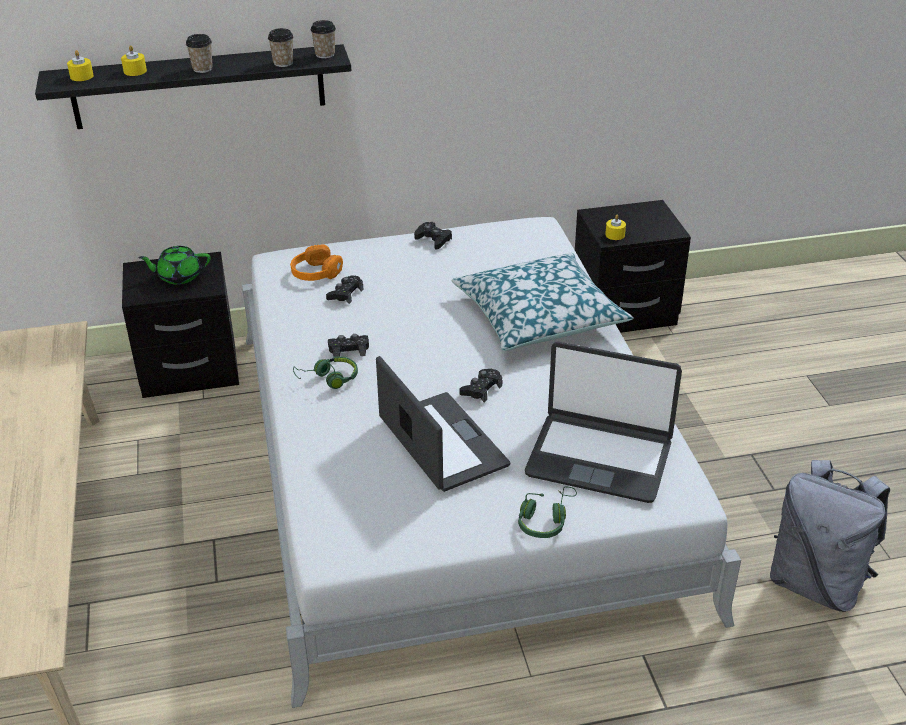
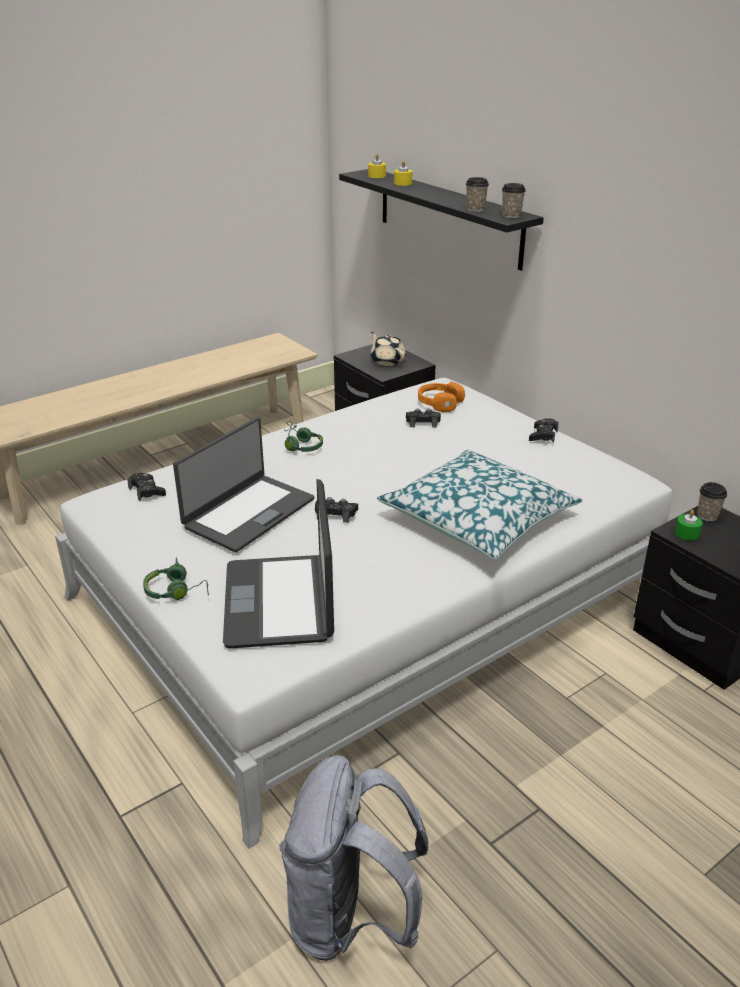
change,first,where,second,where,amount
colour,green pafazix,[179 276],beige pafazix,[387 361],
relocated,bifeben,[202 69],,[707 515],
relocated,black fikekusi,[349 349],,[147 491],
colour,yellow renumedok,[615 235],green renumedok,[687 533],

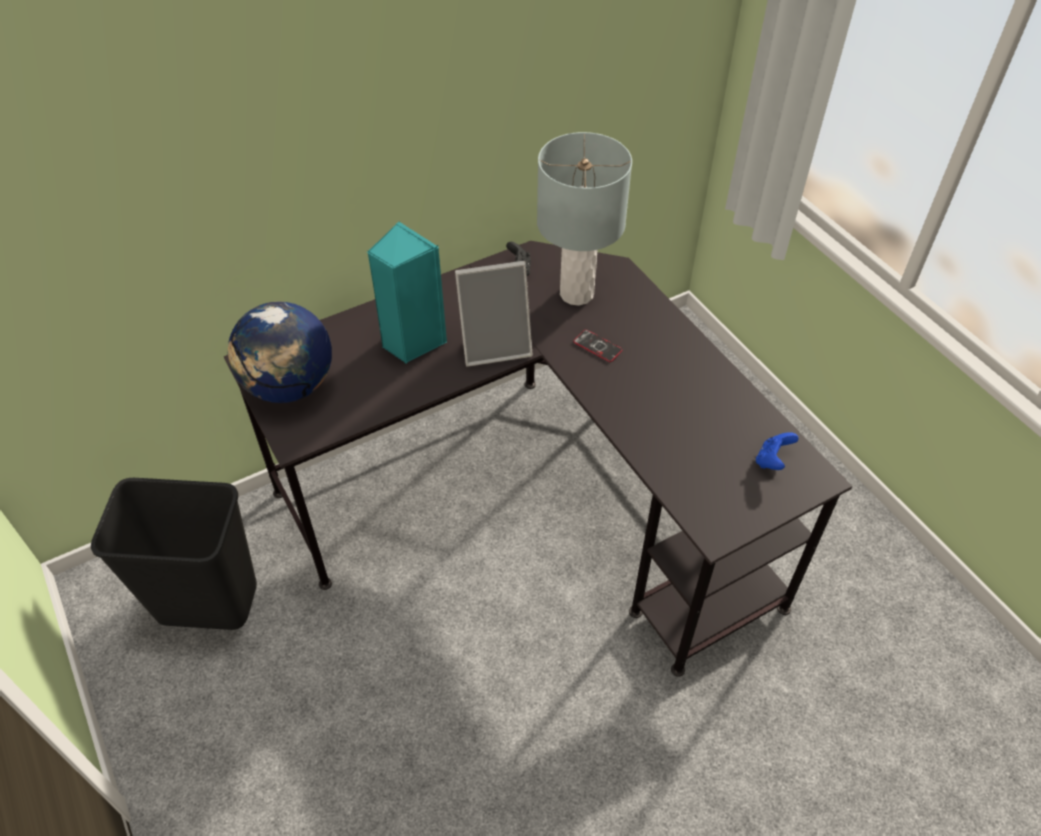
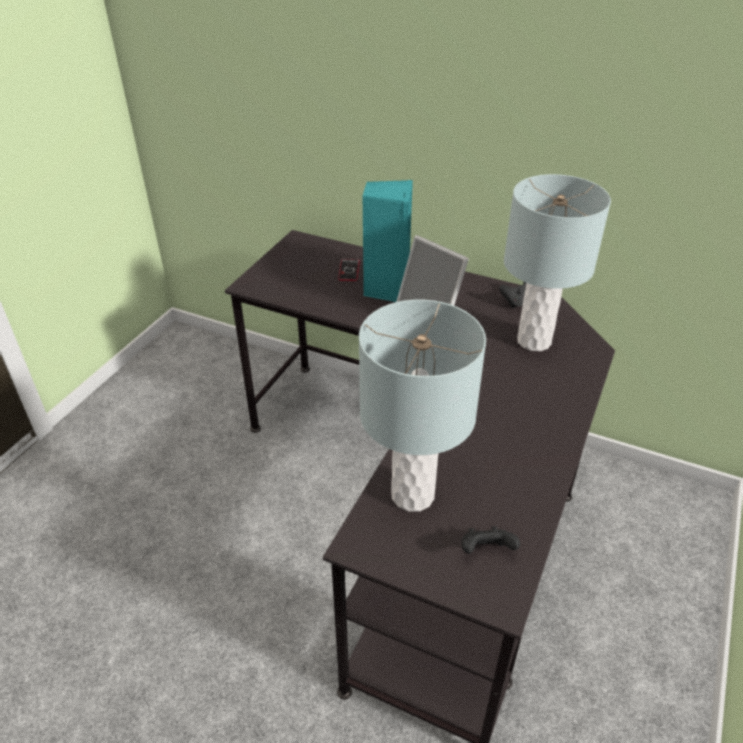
change,first,where,second,where,amount
missing,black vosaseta,[207 603],,,
missing,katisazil,[289 386],,,
relocated,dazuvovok,[597 346],,[349 270],
colour,blue fikekusi,[772 460],black fikekusi,[486 551],
appeared,,,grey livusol,[412 495],

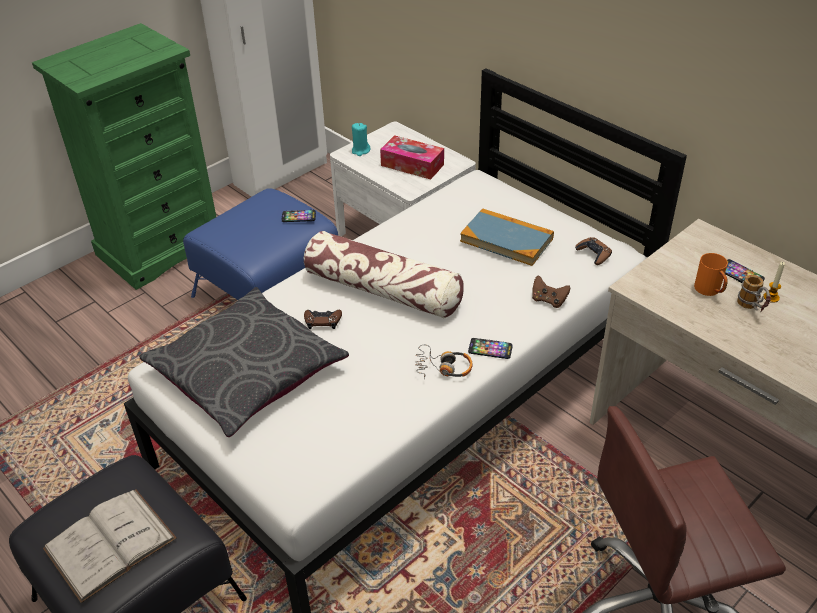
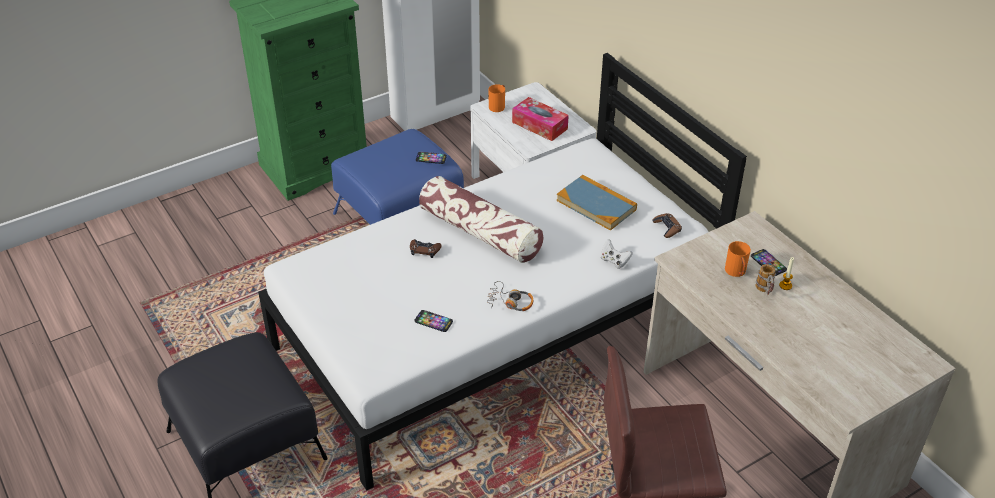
change,first,where,second,where,amount
missing,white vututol,[110 543],,,
missing,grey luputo,[247 372],,,
exchanged,turquoise renumedok,[360 151],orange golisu,[498 106],
relocated,dazuvovok,[490 349],,[433 321],
colour,brown fikekusi,[548 300],white fikekusi,[614 261],

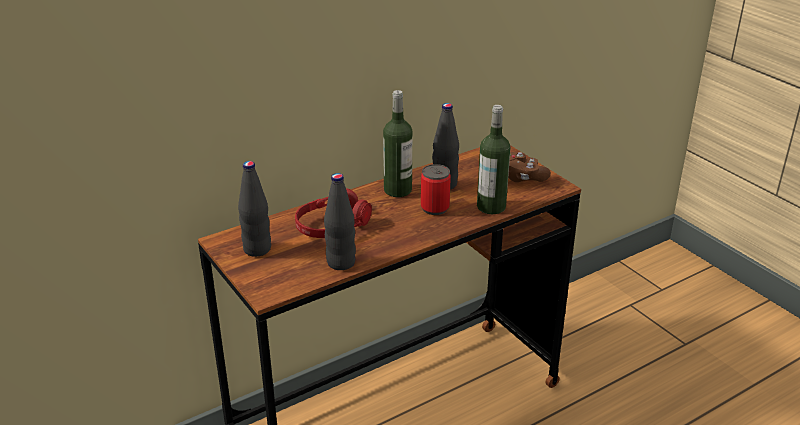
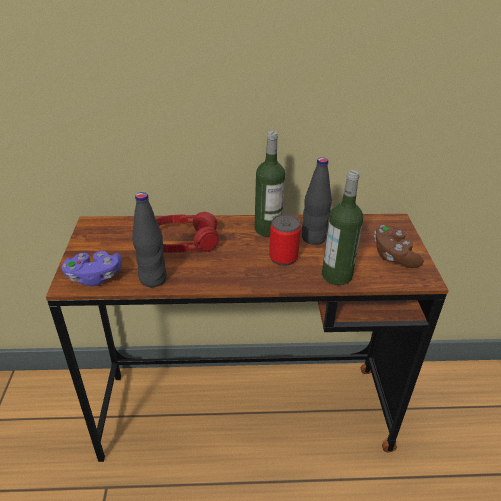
change,first,where,second,where,amount
missing,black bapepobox,[257 249],,,
appeared,,,purple fikekusi,[94 277],

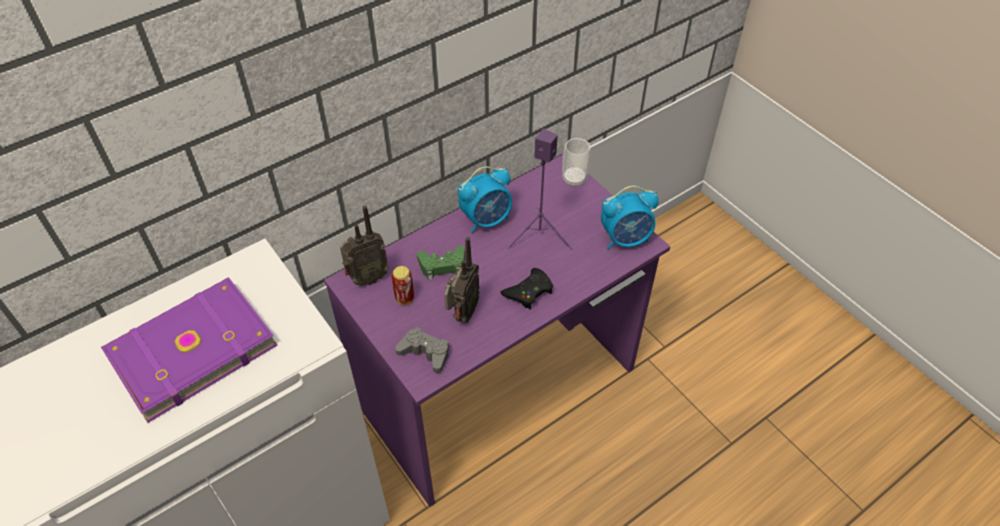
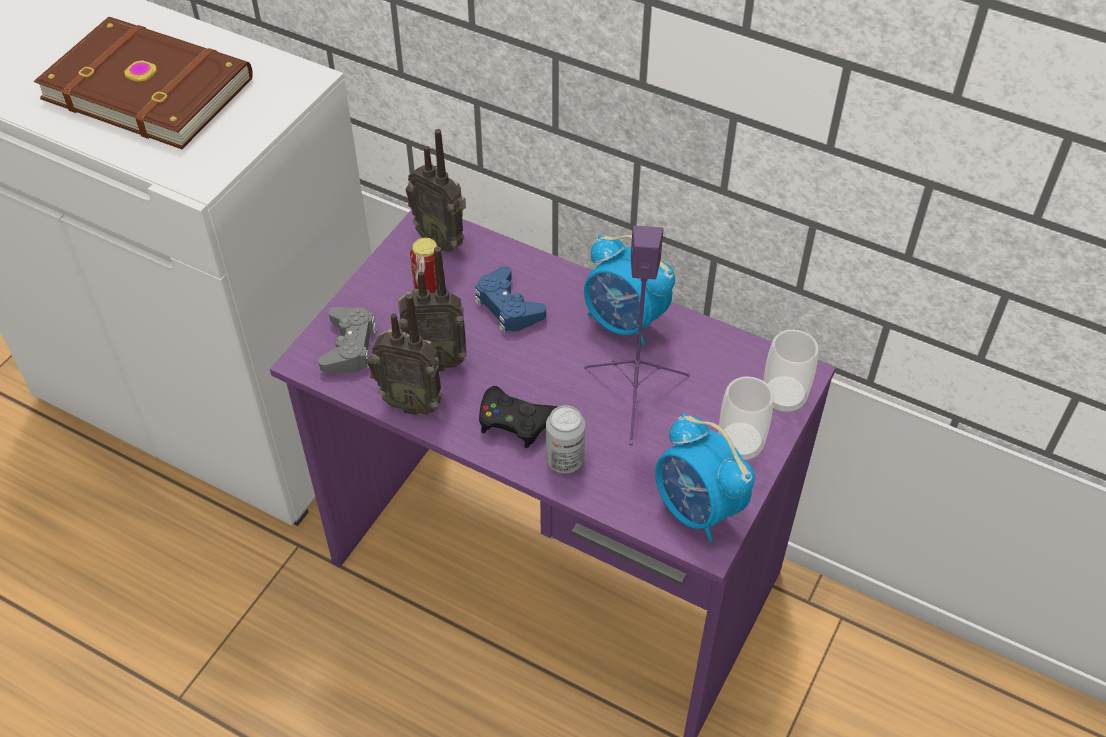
change,first,where,second,where,amount
colour,purple vututol,[190 349],brown vututol,[149 86],
colour,green fikekusi,[442 266],blue fikekusi,[508 307],
appeared,,,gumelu,[411 402],
appeared,,,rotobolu,[565 460],
appeared,,,bifeben,[740 445],

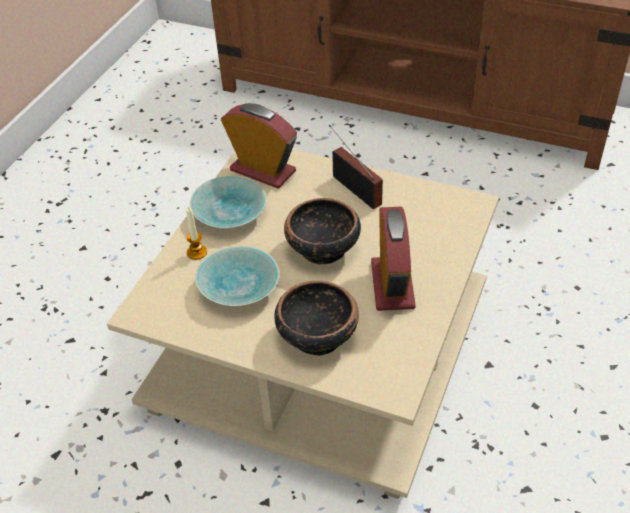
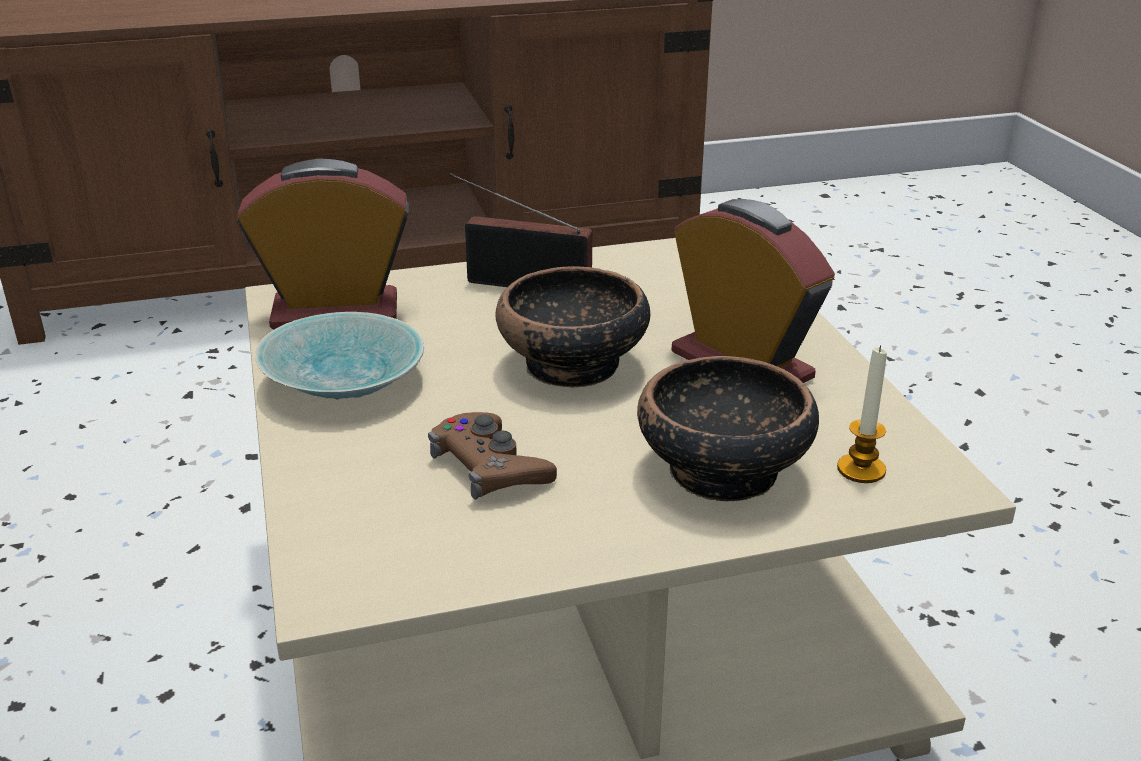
change,first,where,second,where,amount
relocated,renumedok,[197 252],,[861 469],
exchanged,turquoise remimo,[237 286],brown fikekusi,[490 467],

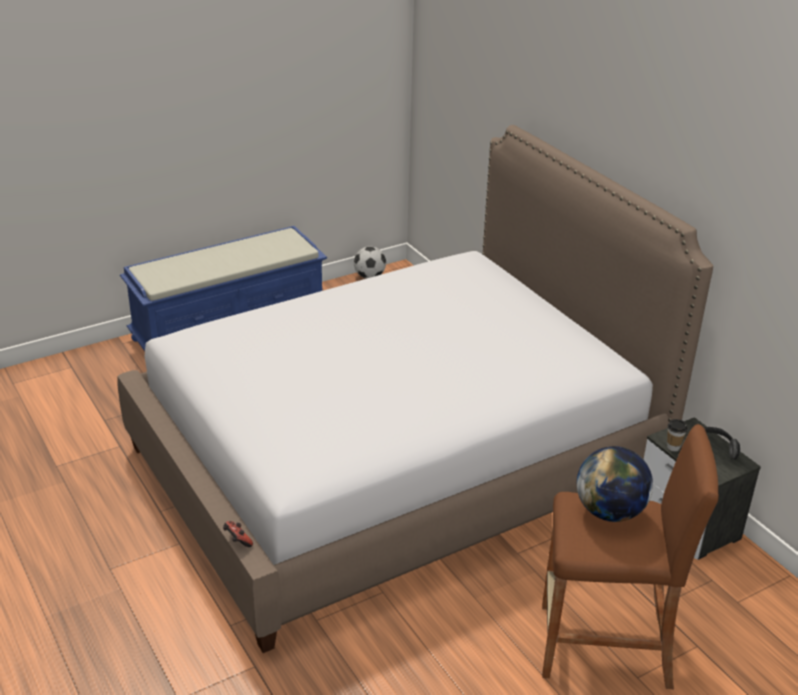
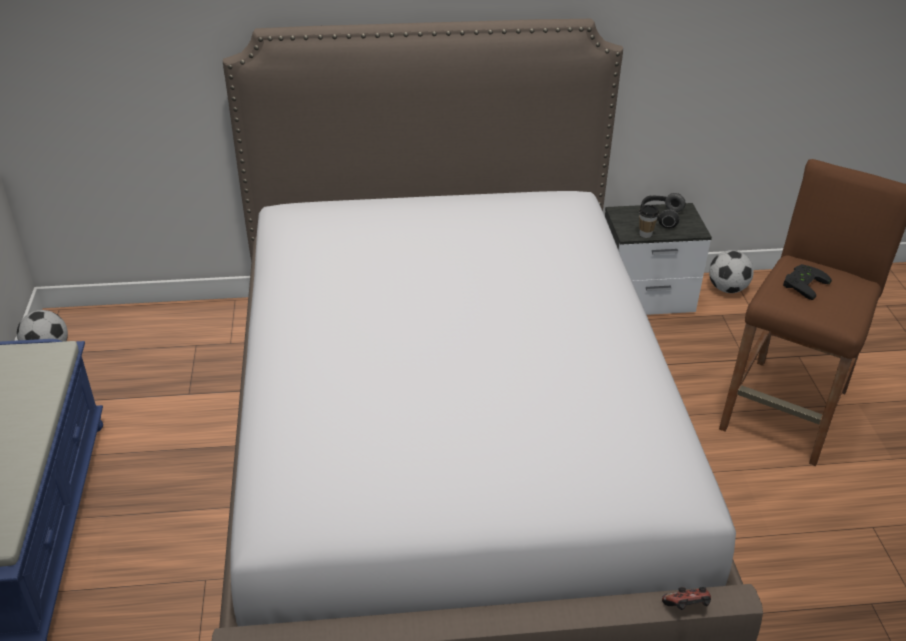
change,first,where,second,where,amount
exchanged,katisazil,[610 512],black fikekusi,[802 283],
appeared,,,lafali,[727 289],

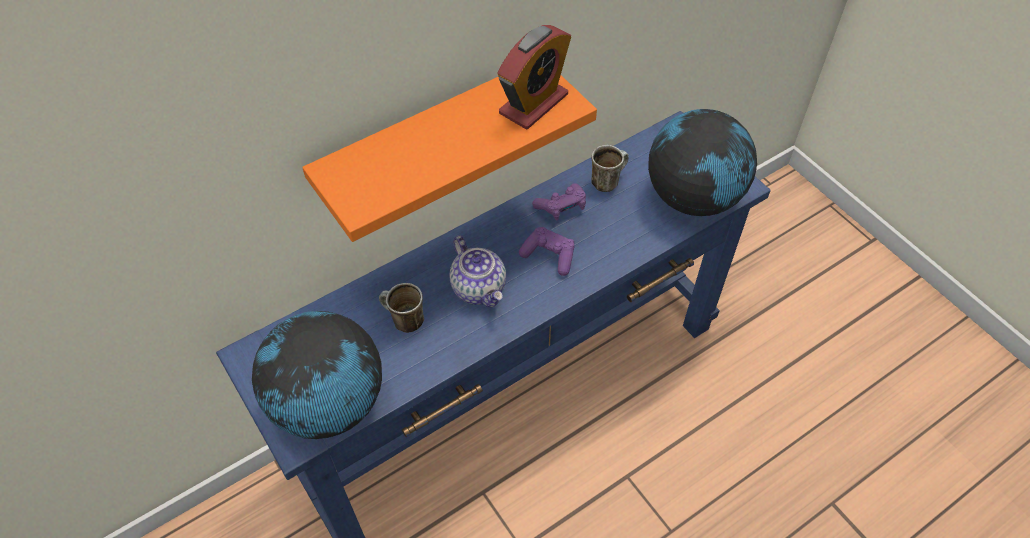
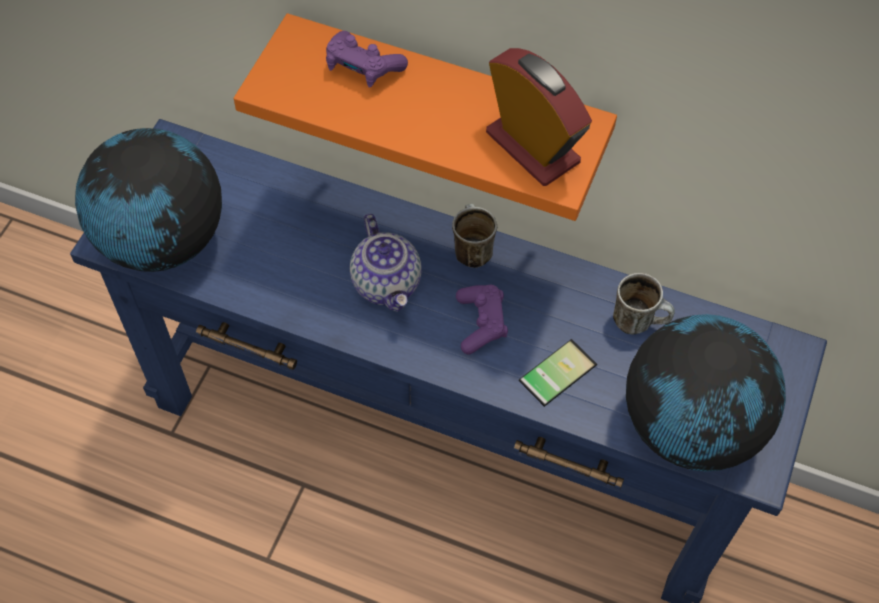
change,first,where,second,where,amount
relocated,golisu,[403 321],,[470 249],
spun,pafazix,[479 288],,[387 283],45 degrees counterclockwise
spun,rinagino,[533 104],,[532 147],135 degrees counterclockwise
relocated,purple fikekusi,[561 207],,[362 68],
appeared,,,dazuvovok,[555 370],

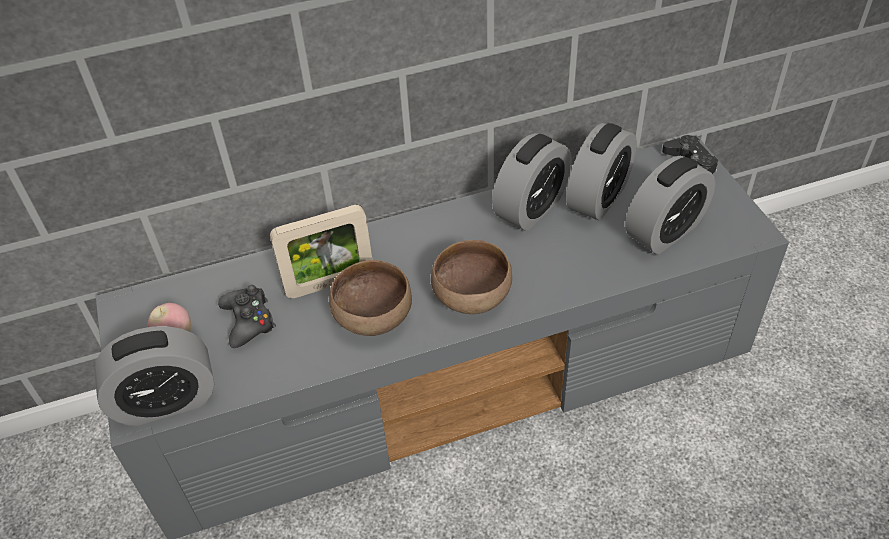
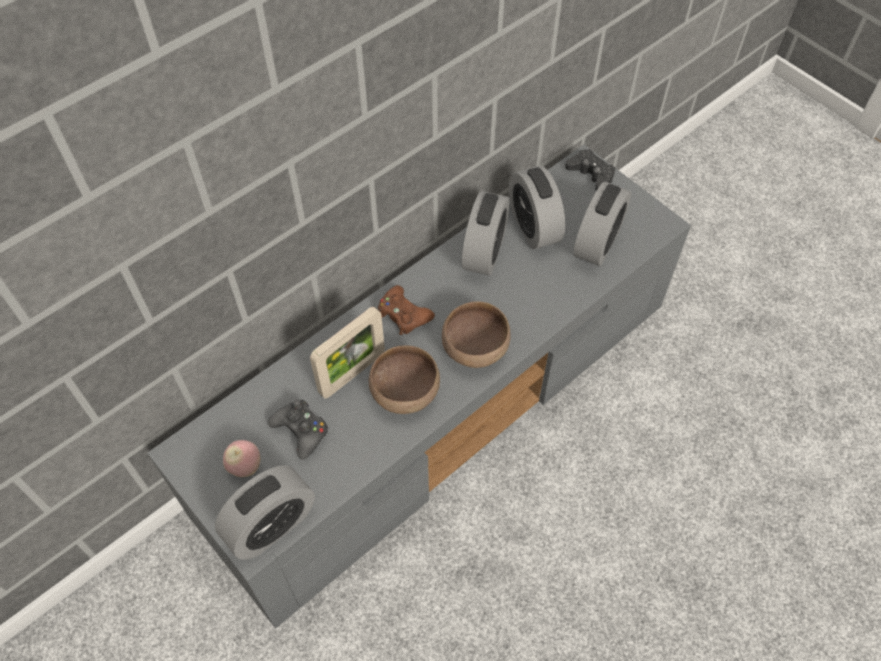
change,first,where,second,where,amount
spun,rinagino,[598 198],,[533 227],150 degrees clockwise
appeared,,,brown fikekusi,[403 315],

